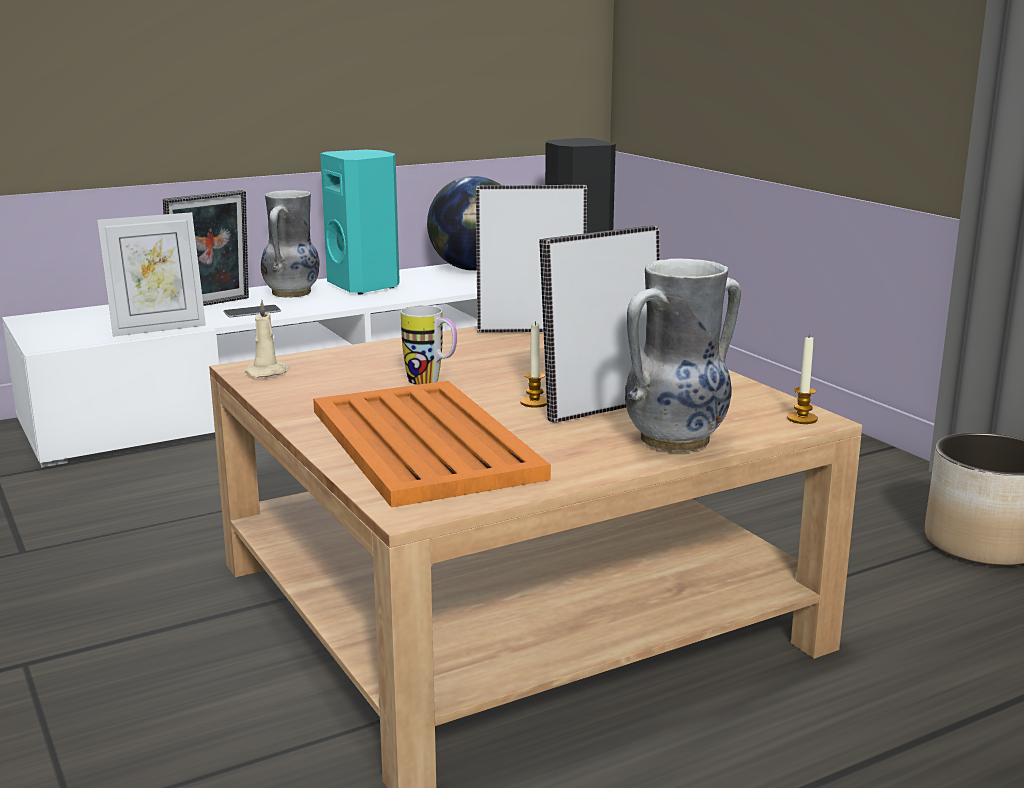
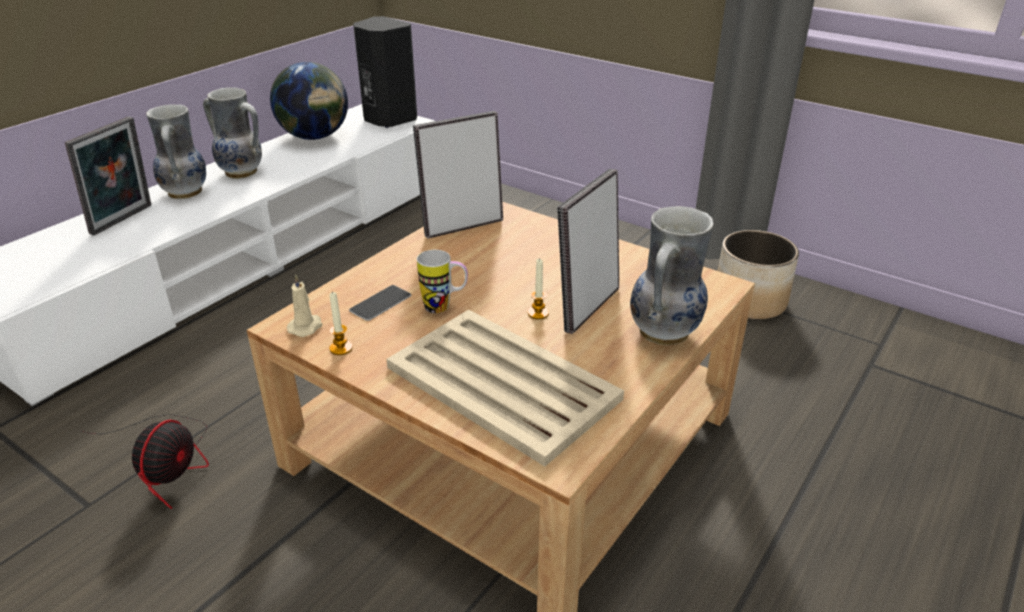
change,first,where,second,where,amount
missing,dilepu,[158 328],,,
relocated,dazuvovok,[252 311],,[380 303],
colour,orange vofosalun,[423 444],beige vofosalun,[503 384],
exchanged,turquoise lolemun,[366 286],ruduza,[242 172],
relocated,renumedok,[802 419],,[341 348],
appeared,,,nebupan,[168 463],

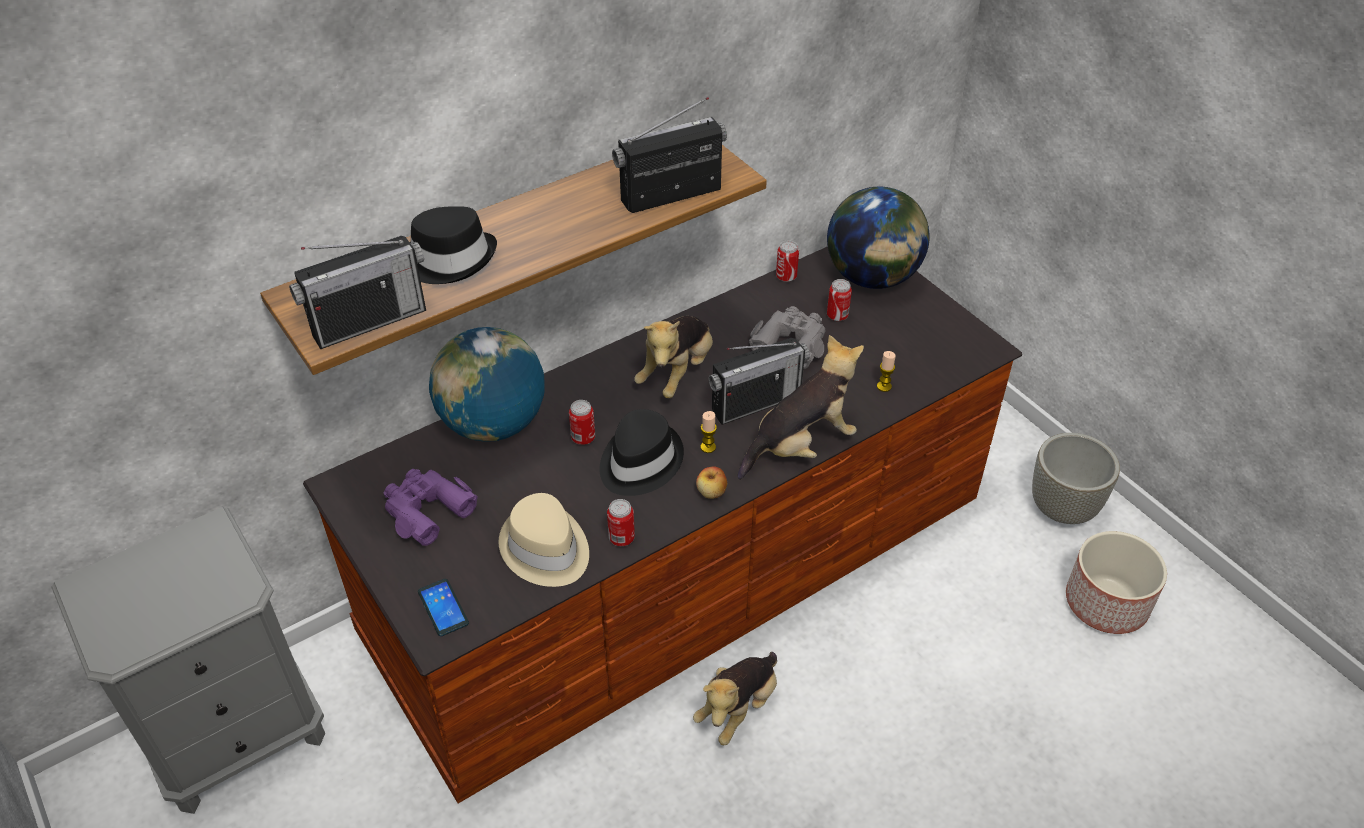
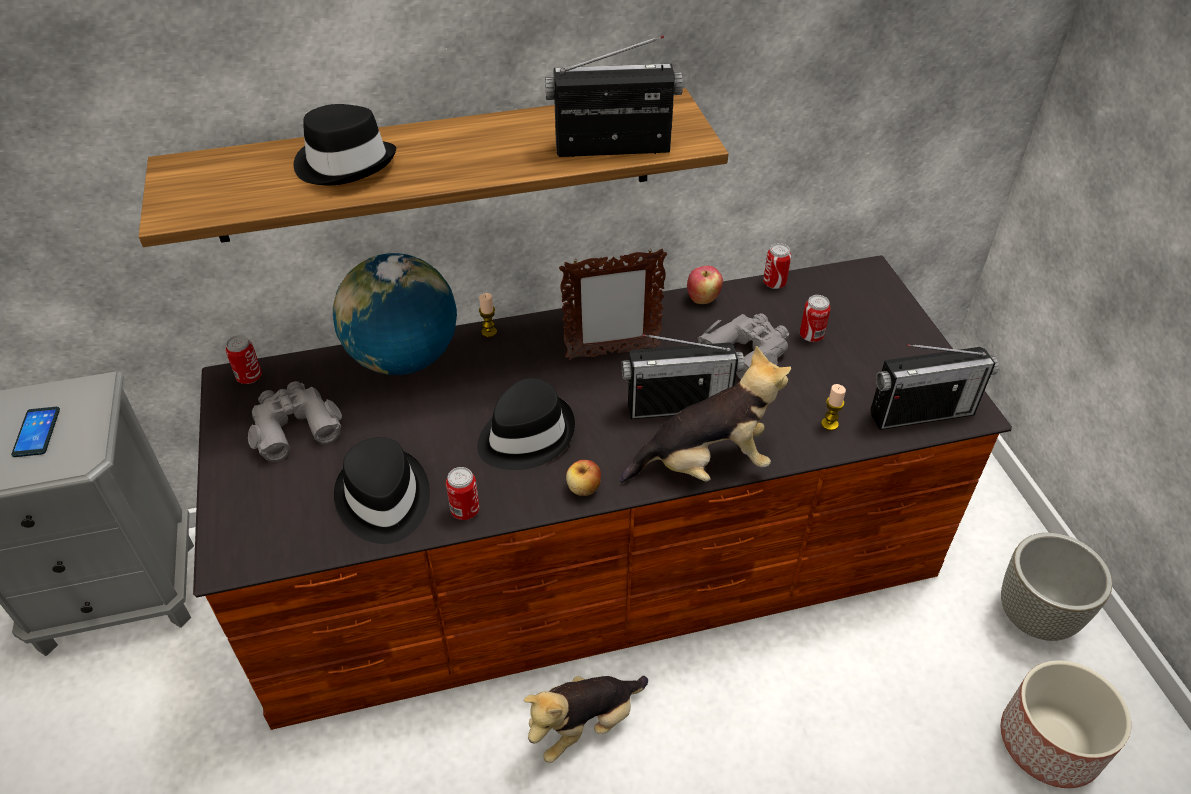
change,first,where,second,where,amount
relocated,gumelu,[369 322],,[921 413],
colour,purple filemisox,[426 510],grey filemisox,[294 426],
relocated,dazuvovok,[443 608],,[36 432],
colour,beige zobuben,[545 549],black zobuben,[382 500],
relocated,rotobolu,[583 438],,[249 377],
exchanged,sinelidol,[677 372],dilepu,[611 353],
relocated,renumedok,[708 447],,[489 332],
missing,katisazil,[872 277],,,
appeared,,,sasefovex,[702 299],

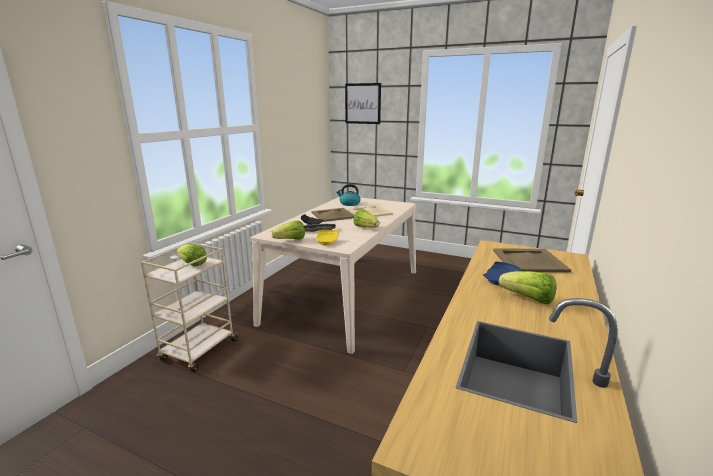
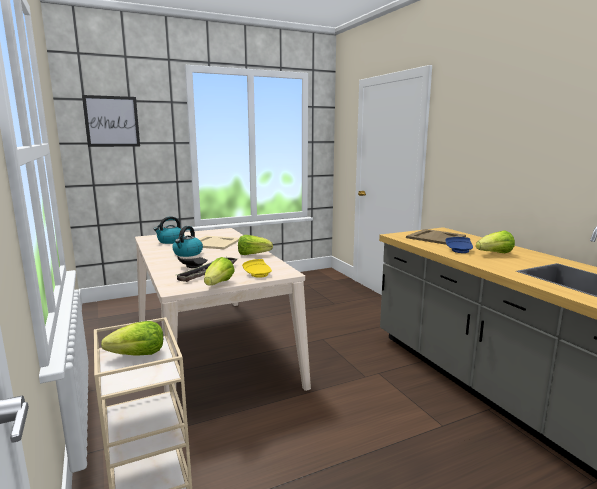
change,first,where,second,where,amount
exchanged,beige vofosalun,[333 215],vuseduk,[188 253],

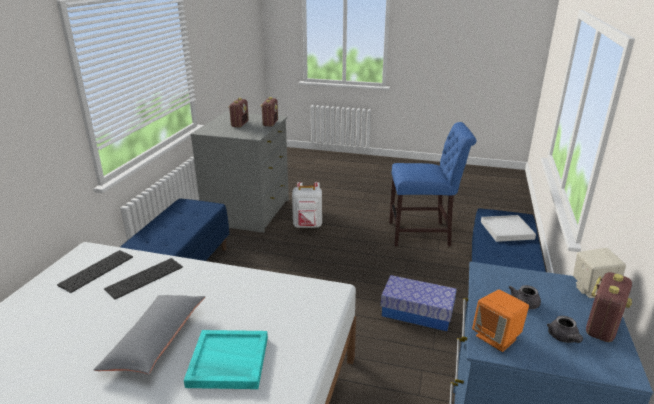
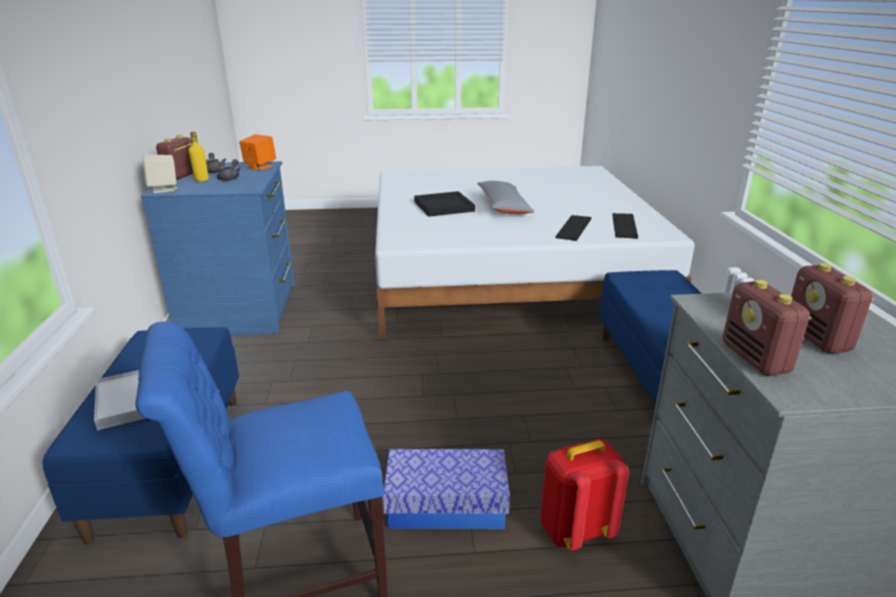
change,first,where,second,where,amount
colour,turquoise vofosalun,[227 362],black vofosalun,[444 206],
colour,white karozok,[308 226],red karozok,[574 529],
relocated,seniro,[417 312],,[446 505],
appeared,,,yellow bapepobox,[201 180],

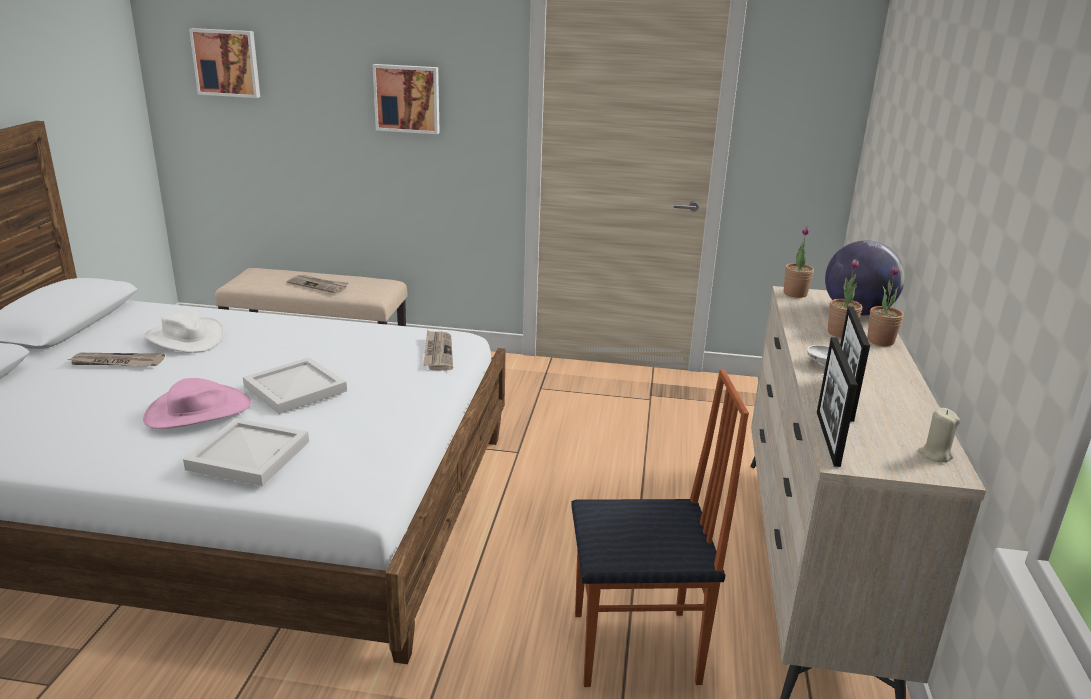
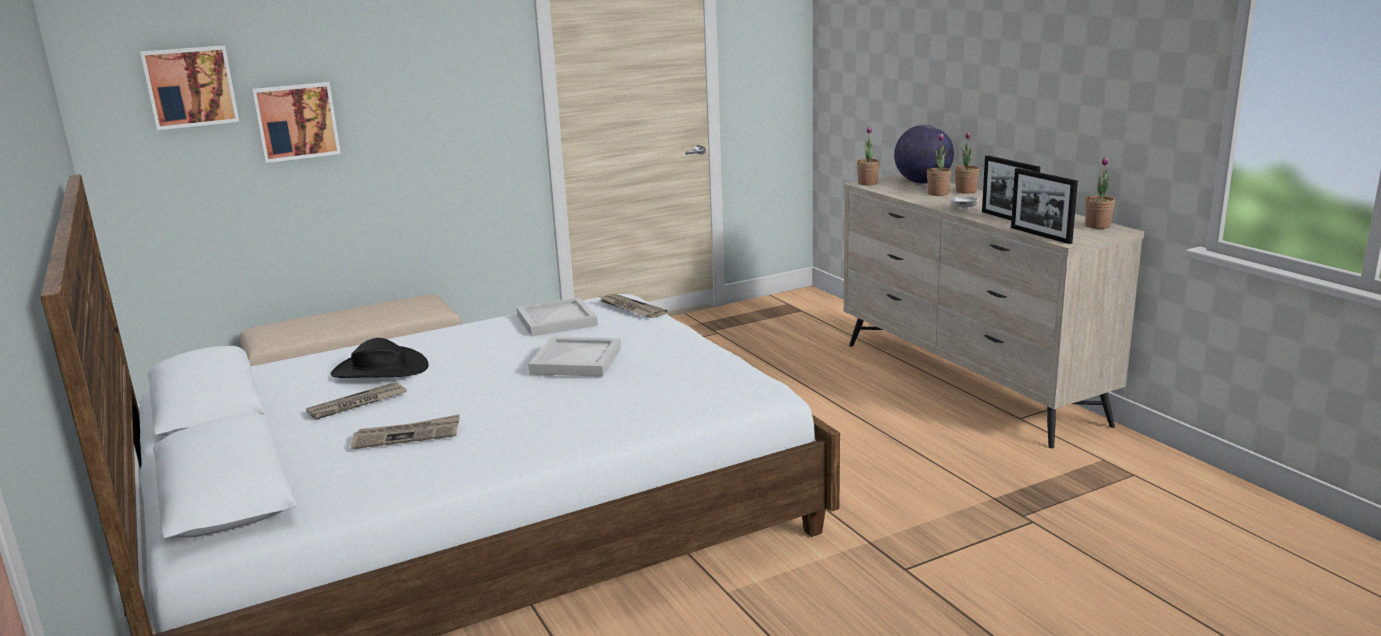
change,first,where,second,where,amount
missing,pink zobuben,[198 411],,,
colour,white zobuben,[185 338],black zobuben,[379 370],
relocated,white vofosalun,[249 456],,[558 320],
relocated,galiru,[318 285],,[407 435],
relocated,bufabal,[407 98],,[296 121],
missing,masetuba,[637 649],,,
exchanged,beige renumedok,[935 454],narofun,[1097 226],

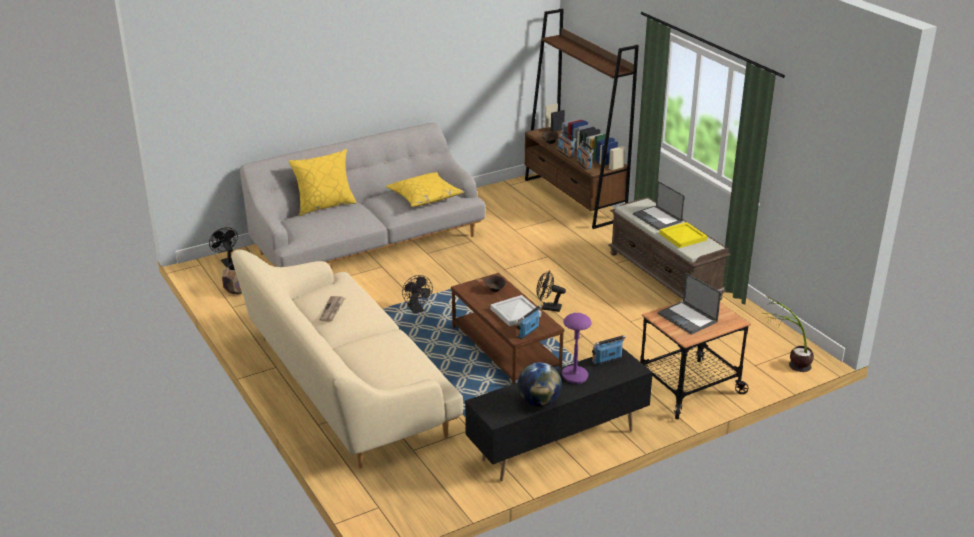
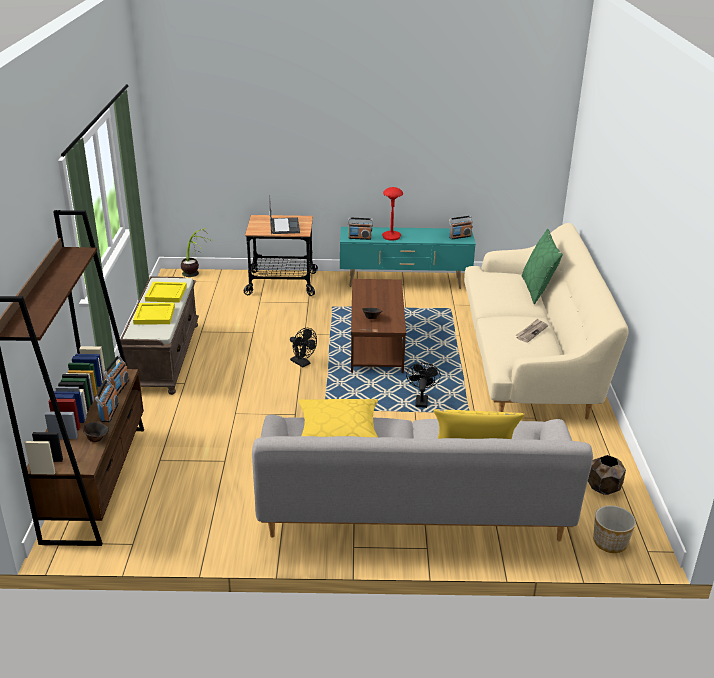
change,first,where,second,where,amount
exchanged,black nebupan,[227 262],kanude,[610 542],
colour,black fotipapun,[557 444],turquoise fotipapun,[405 282],
missing,white vofosalun,[515 312],,,
relocated,gumelu,[527 332],,[460 236],
missing,katisazil,[539 402],,,
colour,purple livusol,[575 376],red livusol,[391 236],
exchanged,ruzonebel,[658 218],yellow vofosalun,[154 315],
appeared,,,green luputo,[537 290],

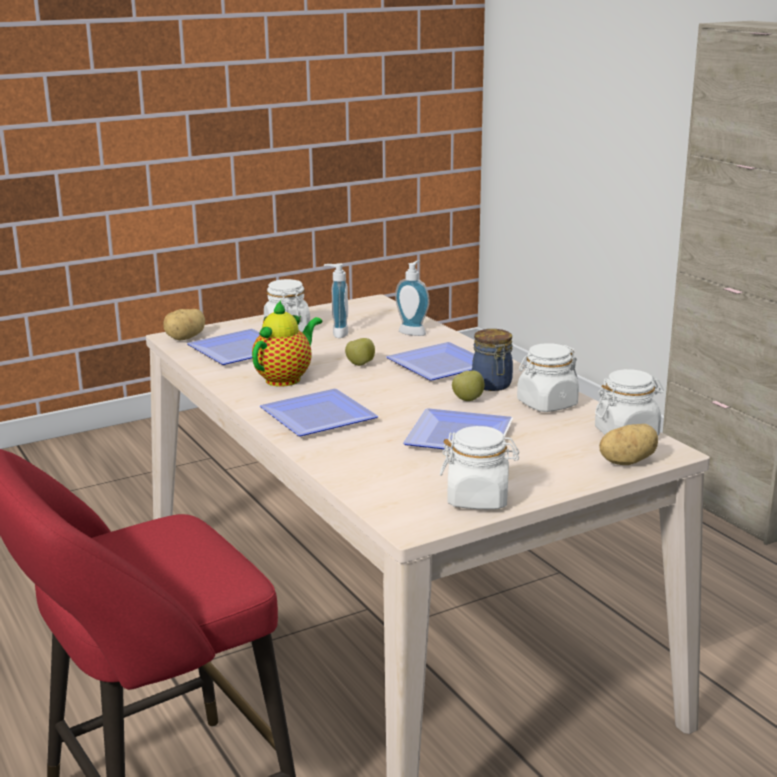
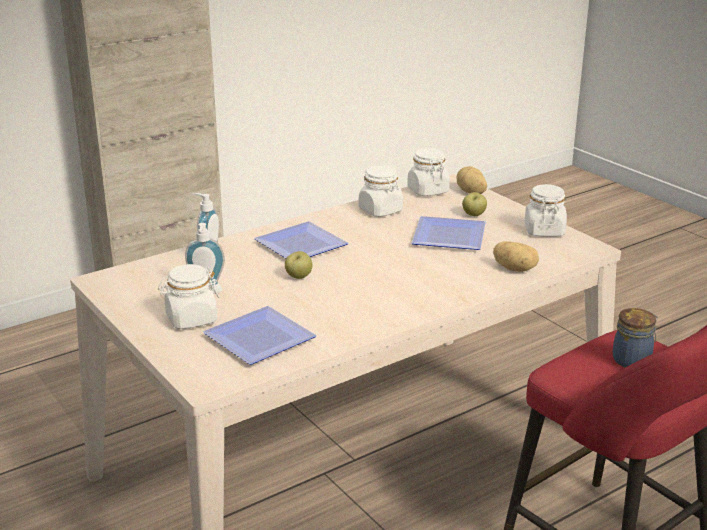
change,first,where,second,where,amount
relocated,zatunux,[186 338],,[515 269],
missing,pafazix,[286 378],,,
missing,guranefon,[319 415],,,
relocated,sasefovex,[467 400],,[474 215],
relocated,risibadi,[492 385],,[633 360],

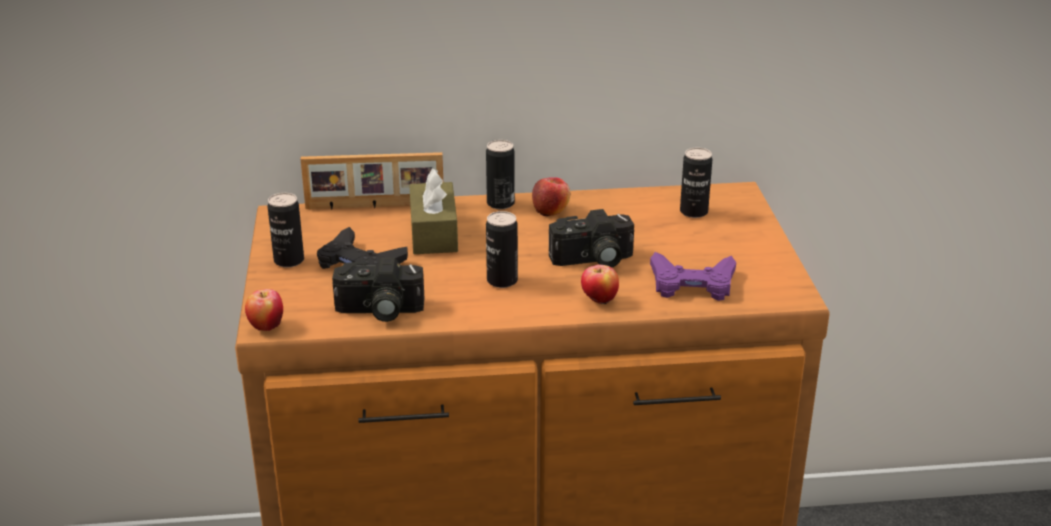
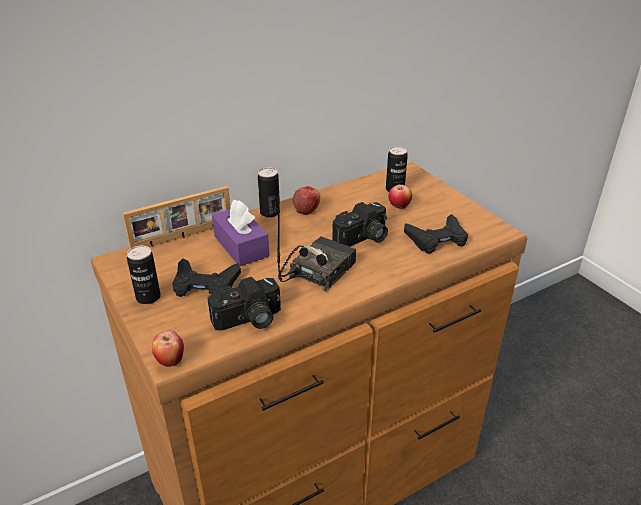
change,first,where,second,where,amount
colour,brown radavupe,[433 233],purple radavupe,[241 246],
exchanged,rotobolu,[502 281],gumelu,[317 270],
relocated,sasefovex,[599 301],,[399 207],
colour,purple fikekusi,[692 284],black fikekusi,[437 239],

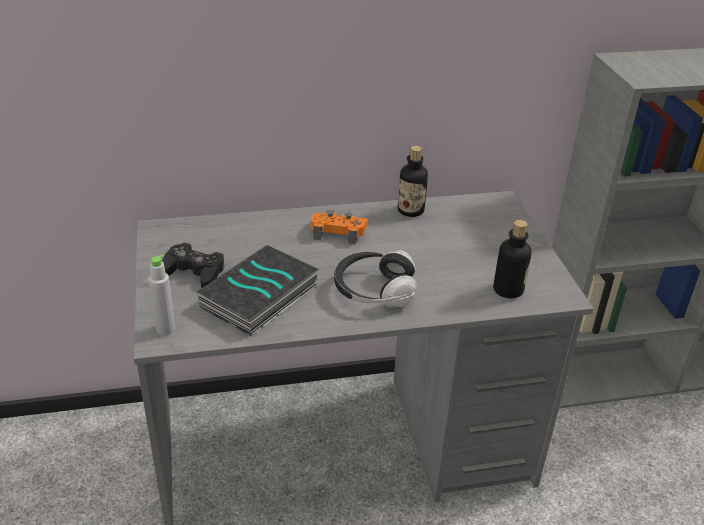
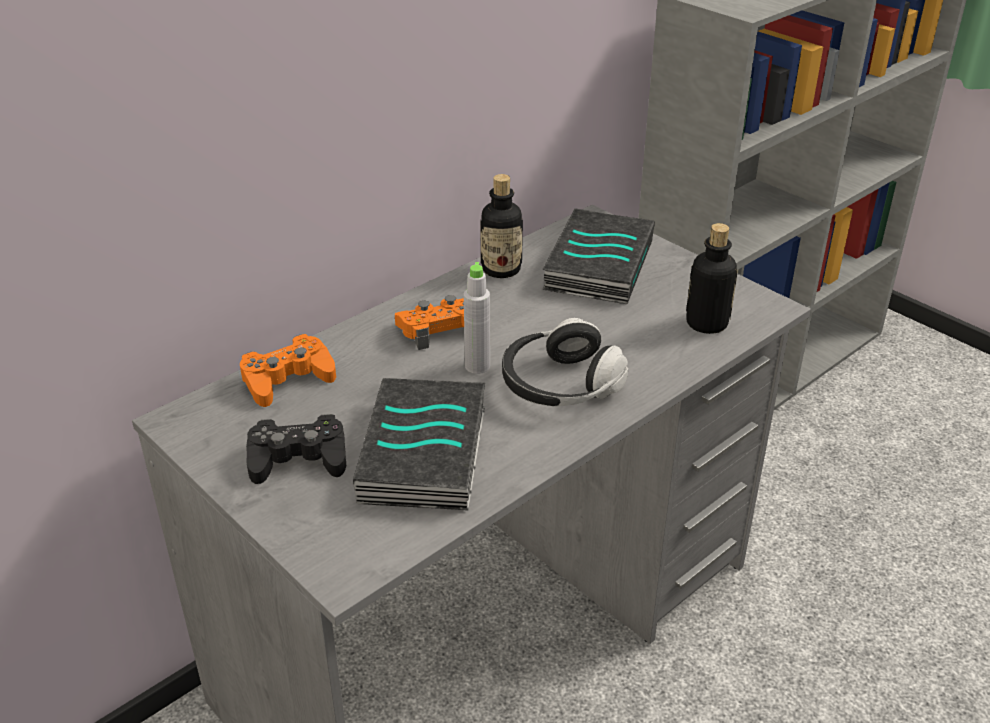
change,first,where,second,where,amount
relocated,grey bapepobox,[165 329],,[477 366],
appeared,,,orange fikekusi,[287 379],
appeared,,,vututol,[596 264],

